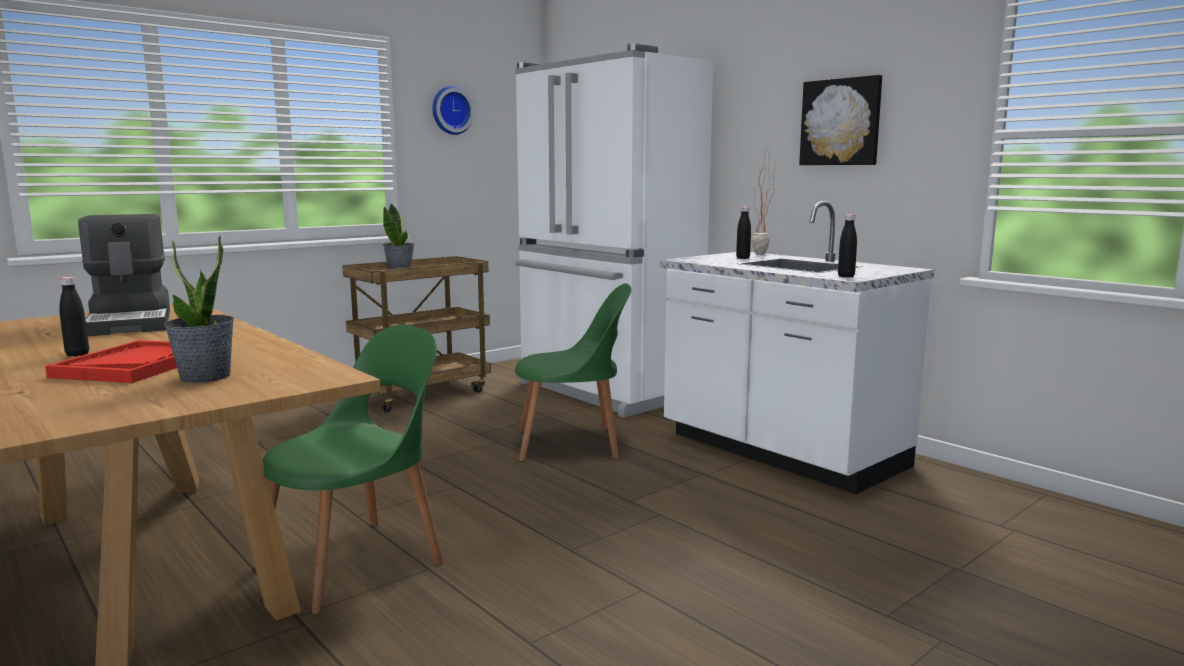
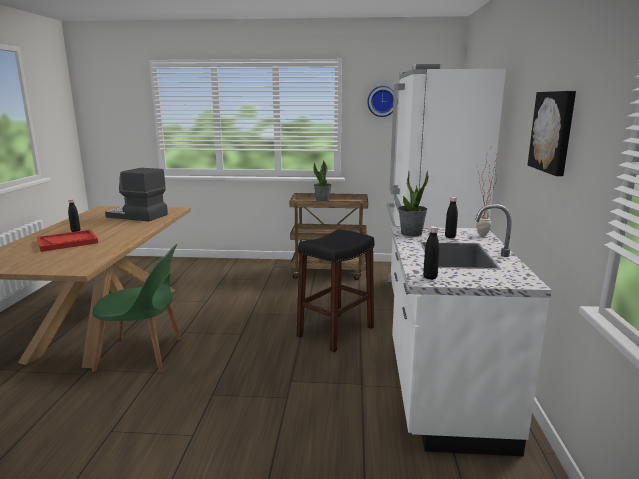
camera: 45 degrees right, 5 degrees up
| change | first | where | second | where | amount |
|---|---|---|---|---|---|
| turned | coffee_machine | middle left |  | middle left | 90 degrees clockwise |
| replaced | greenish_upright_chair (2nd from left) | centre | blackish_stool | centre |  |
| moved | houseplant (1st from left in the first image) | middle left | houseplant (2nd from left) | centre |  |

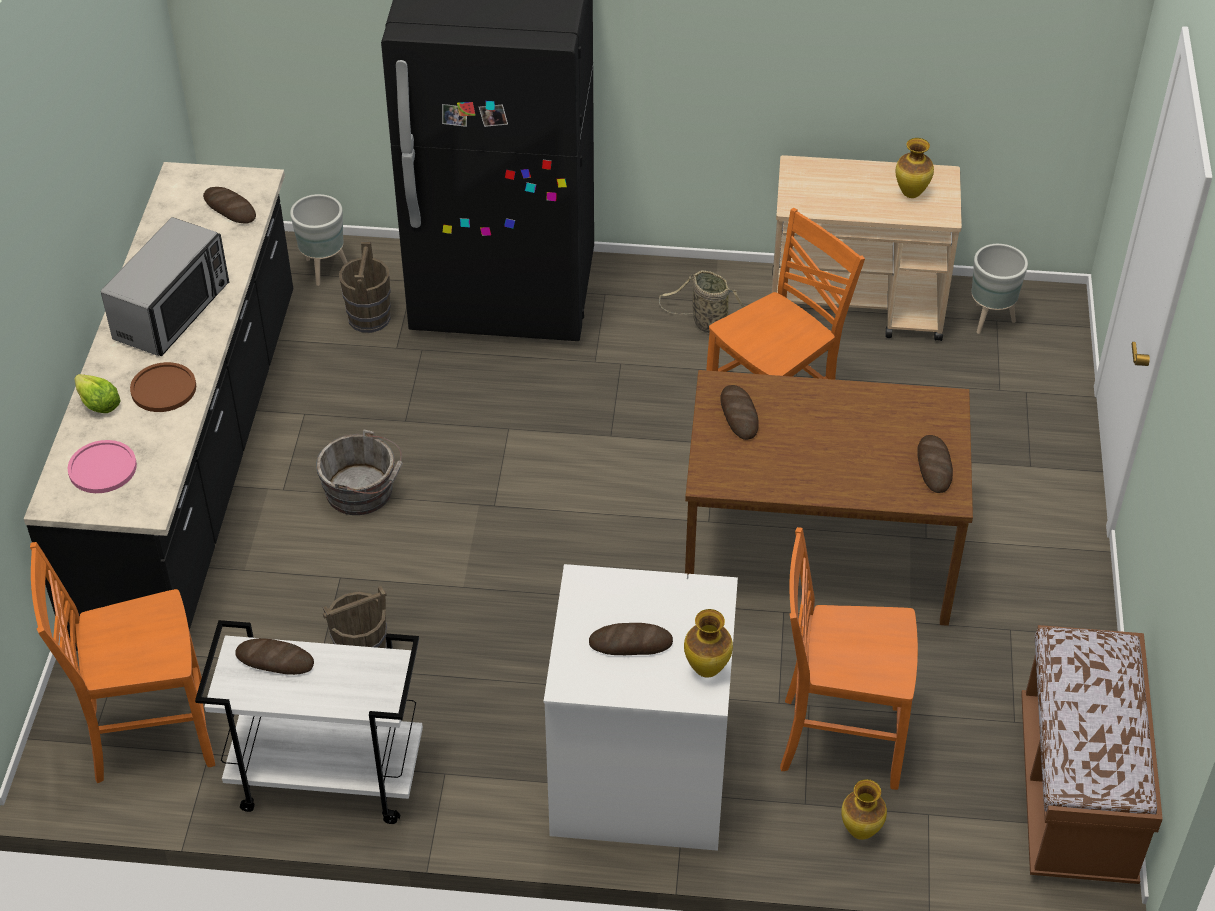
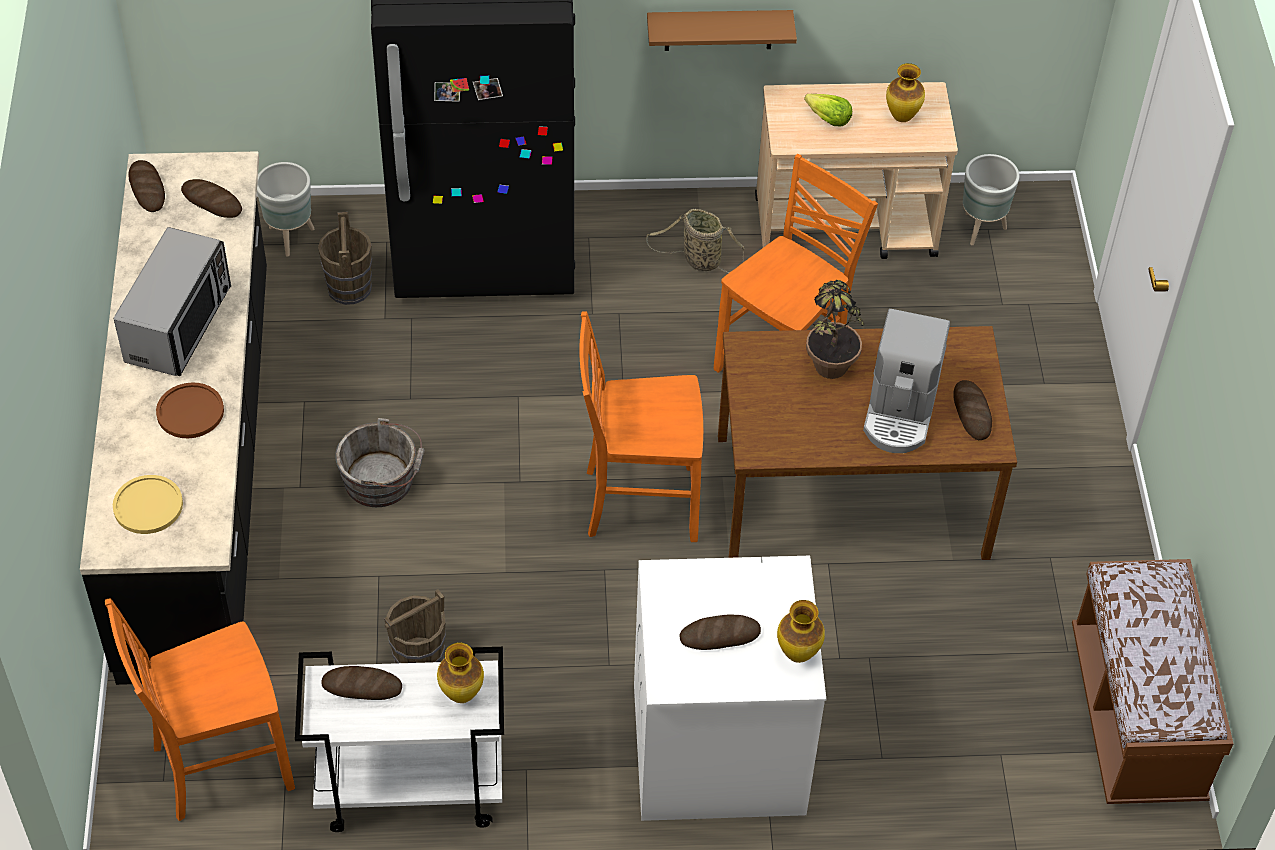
camera: 10 degrees left, 5 degrees up
| change | first | where | second | where | amount |
|---|---|---|---|---|---|
| recoloured | pinkish_dinner_plate | middle left | yellow-coloured_dinner_plate | middle left |  |
| moved | bakery_bread (4th from left in the first image) | centre | bakery_bread (1st from left) | top left |  |
| moved | flower_vase (2nd from left in the first image) | bottom right | flower_vase (1st from left) | bottom centre |  |
| moved | orangey_upright_chair (3rd from left in the first image) | bottom right | orangey_upright_chair (2nd from left) | centre |  |
| added |  |  | brownish_bracket_shelf | top centre |  |
| moved | lettuce_head | middle left |  | top centre |  |
| added |  |  | houseplant | centre |  |
| added |  |  | coffee_machine | middle right |  |

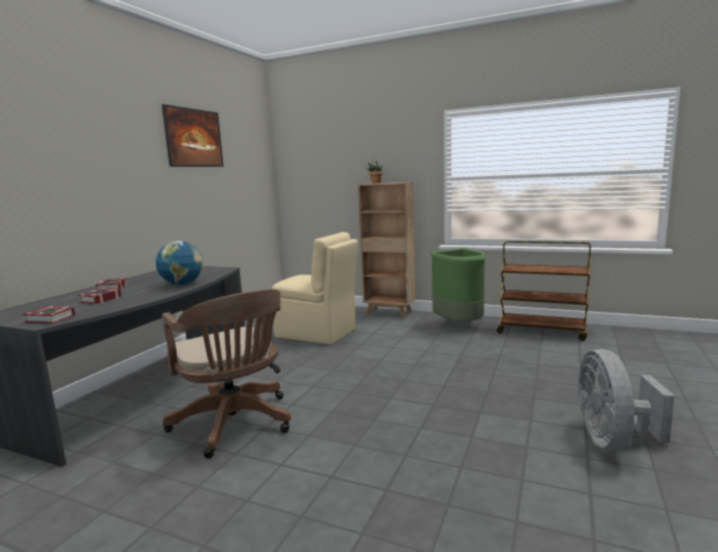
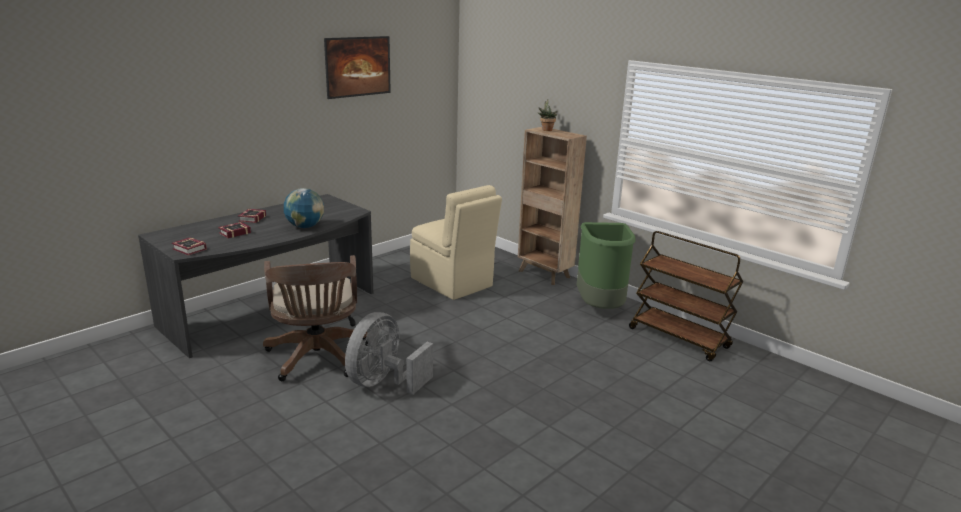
camera: 20 degrees right, 10 degrees up
| change | first | where | second | where | amount |
|---|---|---|---|---|---|
| moved | gray_cooling_fan | bottom right |  | bottom centre |  |

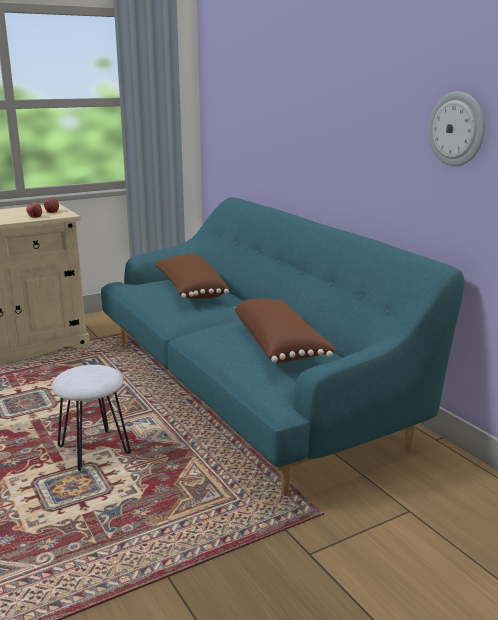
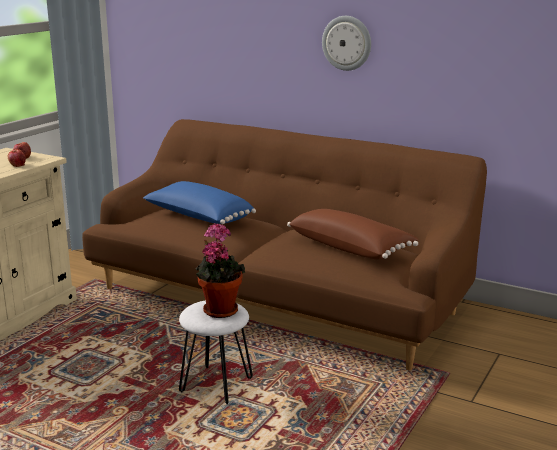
camera: 30 degrees left, 0 degrees up
| change | first | where | second | where | amount |
|---|---|---|---|---|---|
| recoloured | turquoise-coloured_settee | centre | brownish_settee | centre |  |
| recoloured | brownish_cushion (1st from left) | centre | bluish_cushion | centre |  |
| added |  |  | houseplant | centre |  |
| moved | hanging_clock | top right |  | top centre |  |

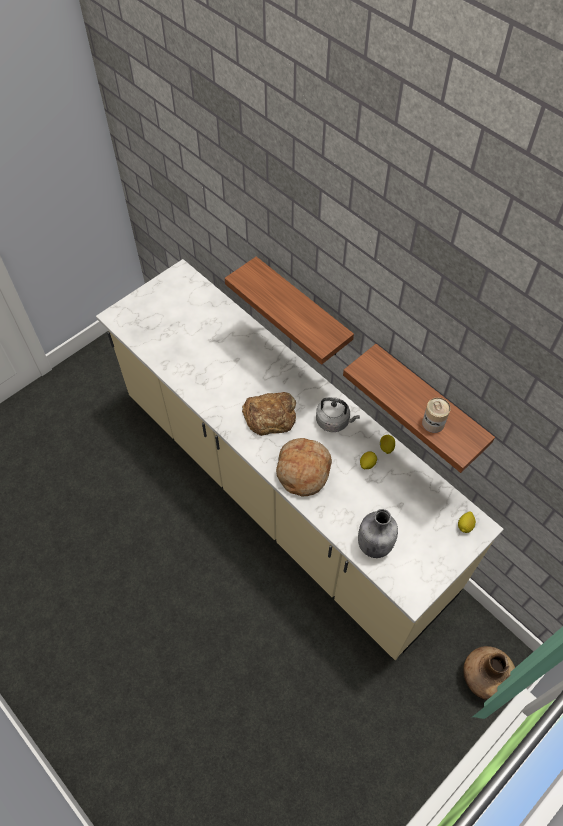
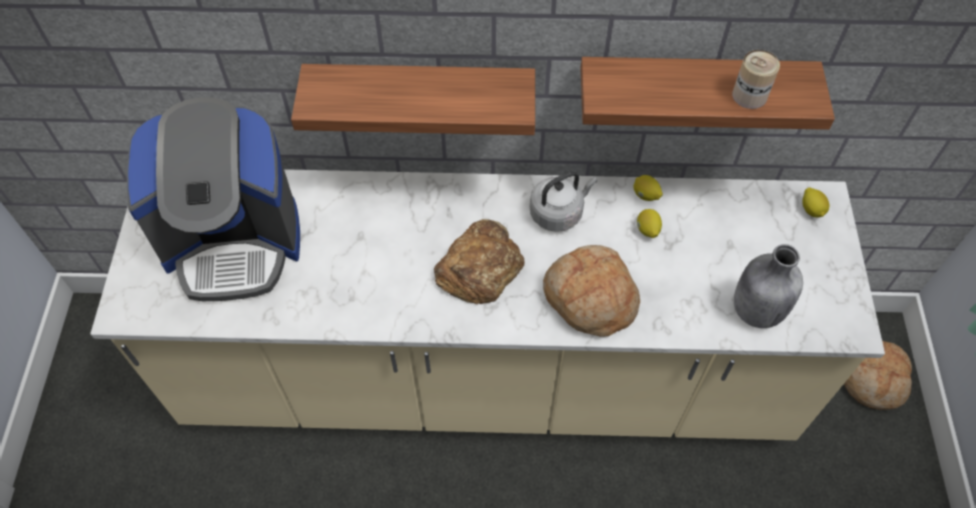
camera: 45 degrees left, 0 degrees up
| change | first | where | second | where | amount |
|---|---|---|---|---|---|
| added |  |  | coffee_machine | middle left |  |
| replaced | brownish_flower_vase | bottom right | bakery_bread (3rd from left) | bottom right |  |

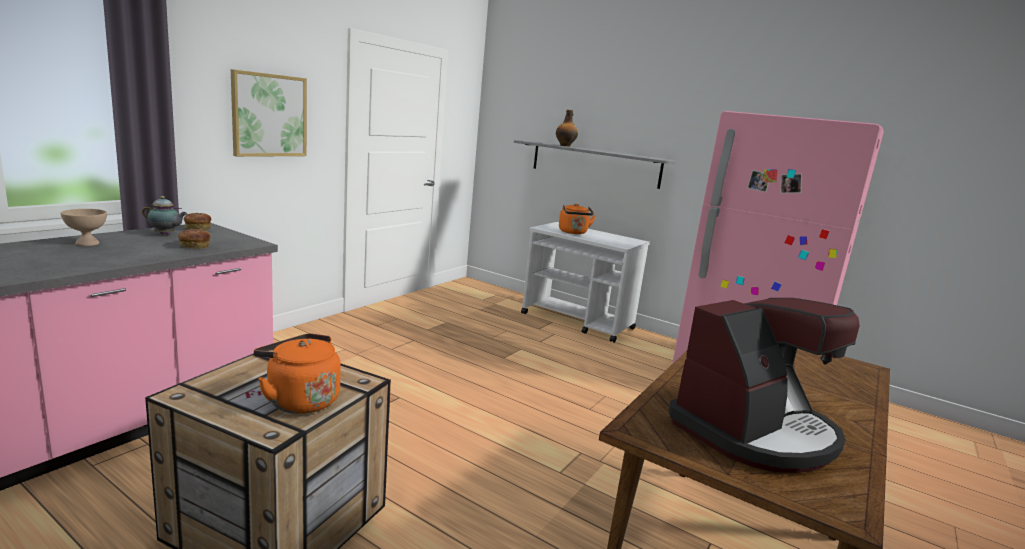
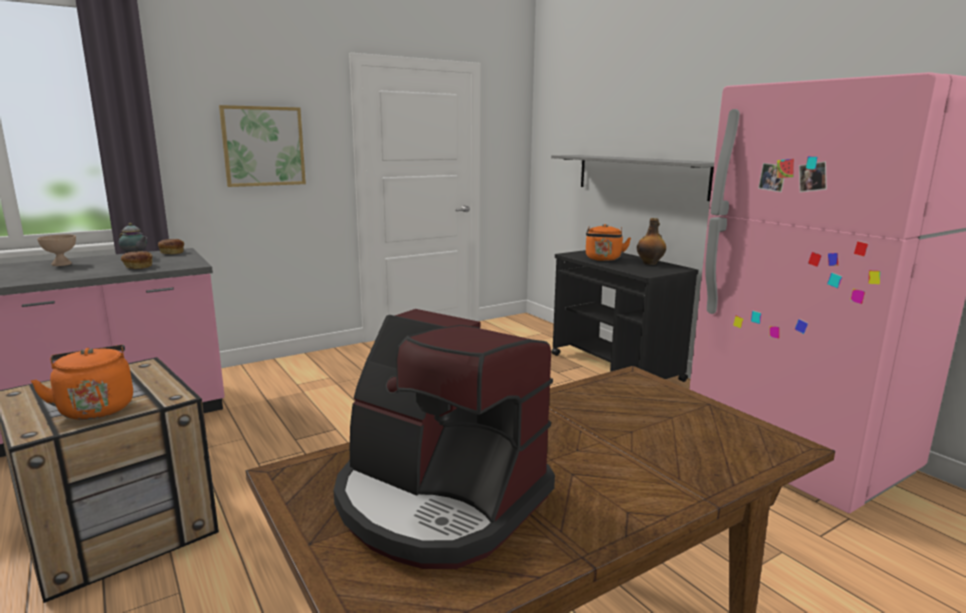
camera: 25 degrees right, 0 degrees up
| change | first | where | second | where | amount |
|---|---|---|---|---|---|
| turned | coffee_machine | bottom right |  | bottom centre | 45 degrees clockwise |
| recoloured | whitish_cart | centre | blackish_cart | centre |  |
| moved | drink_bottle | top centre |  | middle right |  |

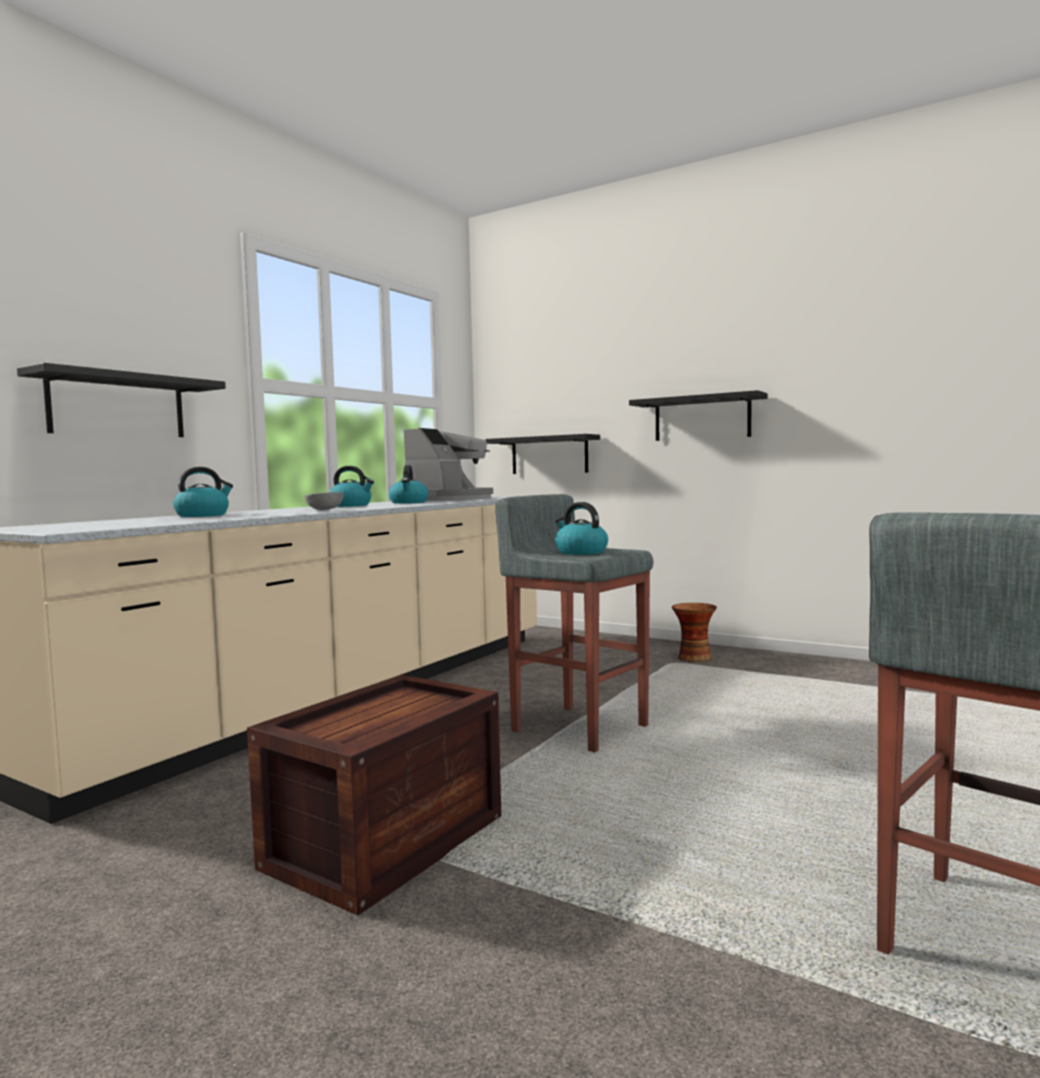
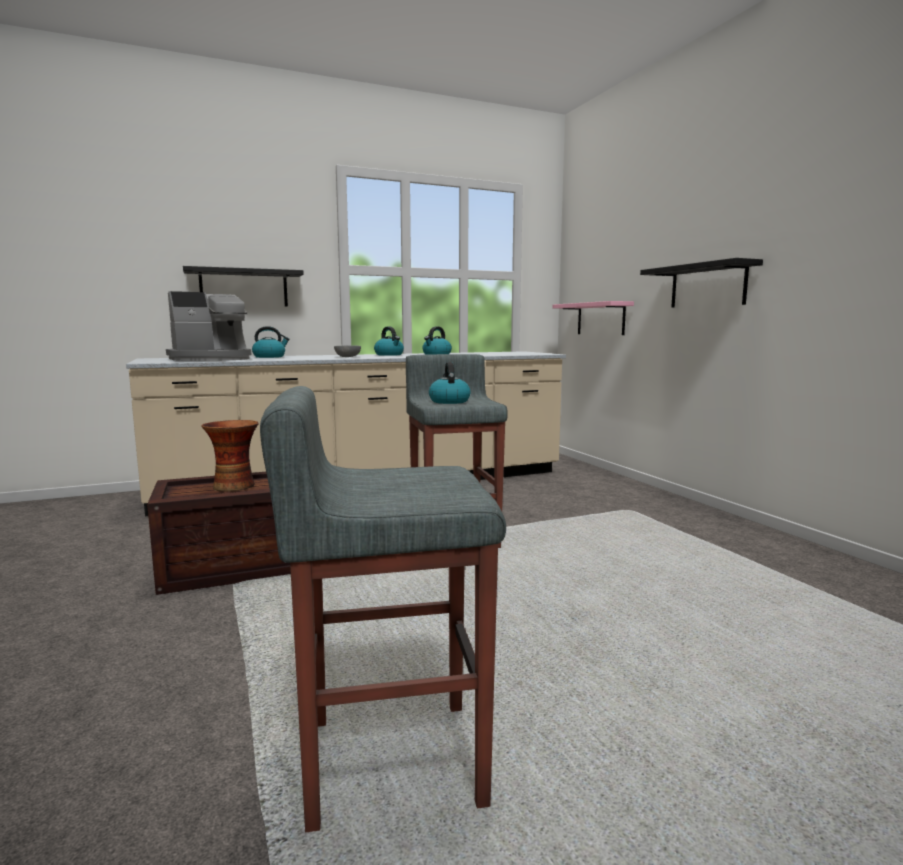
camera: 35 degrees right, 5 degrees up
| change | first | where | second | where | amount |
|---|---|---|---|---|---|
| moved | coffee_machine | centre |  | middle left |  |
| moved | flower_vase | middle right |  | middle left |  |
| recoloured | blackish_bracket_shelf (2nd from left) | centre | pinkish_bracket_shelf | centre |  |

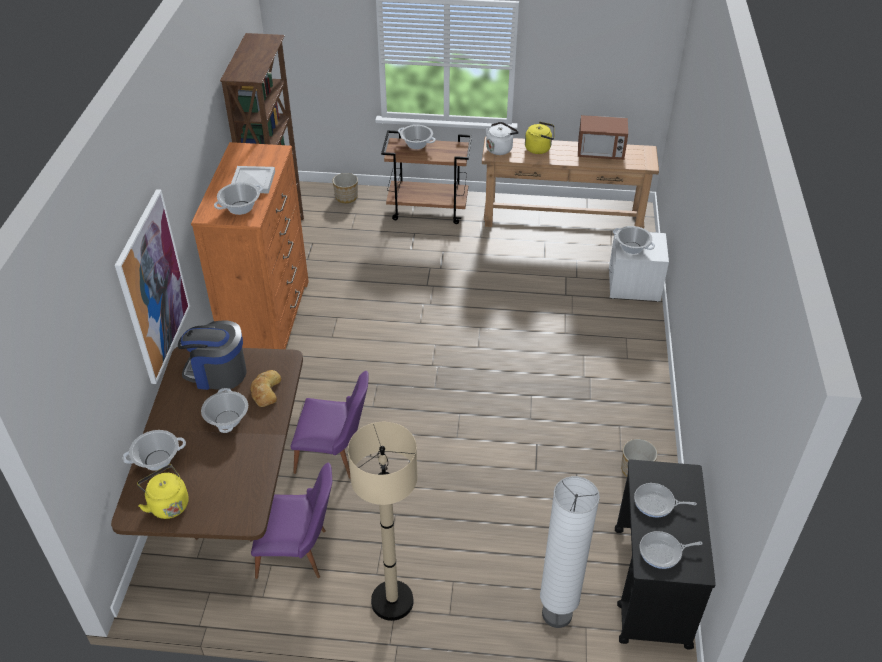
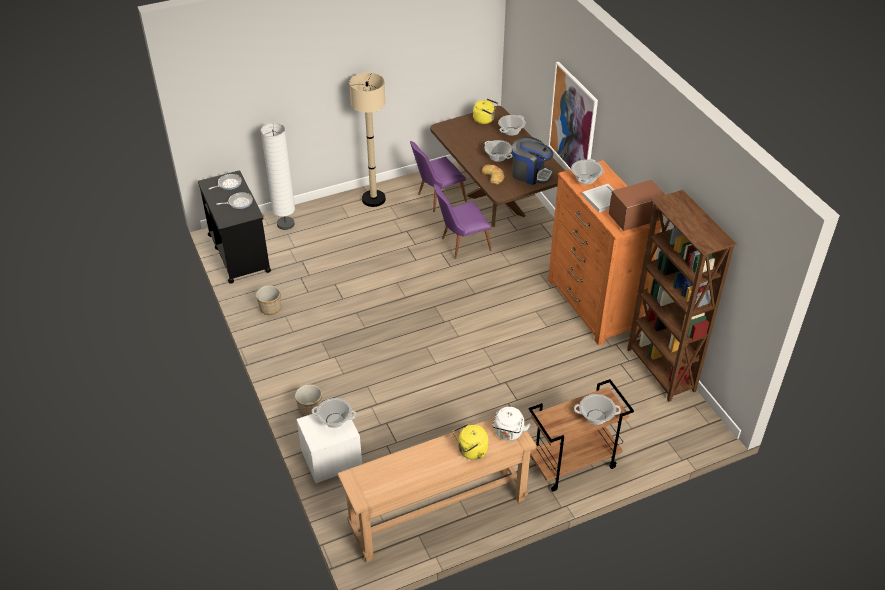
camera: 150 degrees right, 0 degrees up
| change | first | where | second | where | amount |
|---|---|---|---|---|---|
| moved | flower_pot (1st from left in the first image) | top centre | flower_pot (2nd from left) | bottom centre |  |
| turned | coffee_machine | middle left |  | top centre | 45 degrees clockwise |
| moved | kitchen_microwave | top right |  | middle right |  |

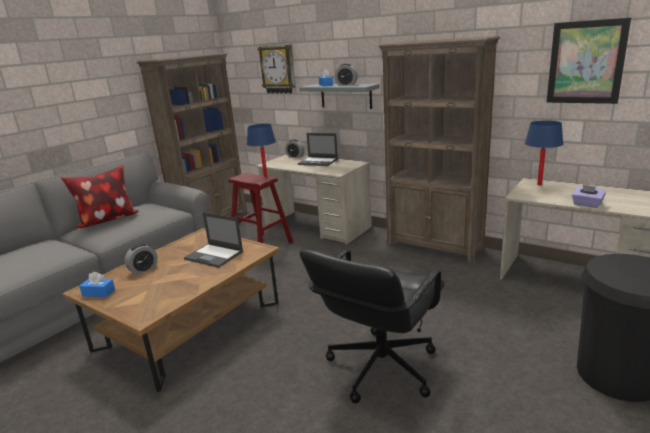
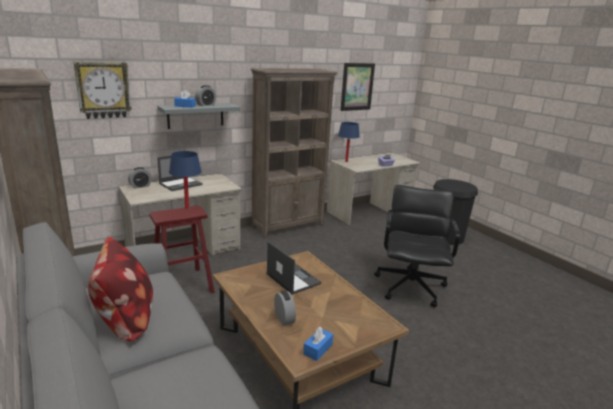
camera: 70 degrees left, 0 degrees up
| change | first | where | second | where | amount |
|---|---|---|---|---|---|
| turned | portable_computer (1st from left in the first image) | middle left | portable_computer (2nd from left) | centre | 90 degrees counterclockwise |
| turned | blackish_computer_chair | bottom centre |  | middle right | 135 degrees counterclockwise |

